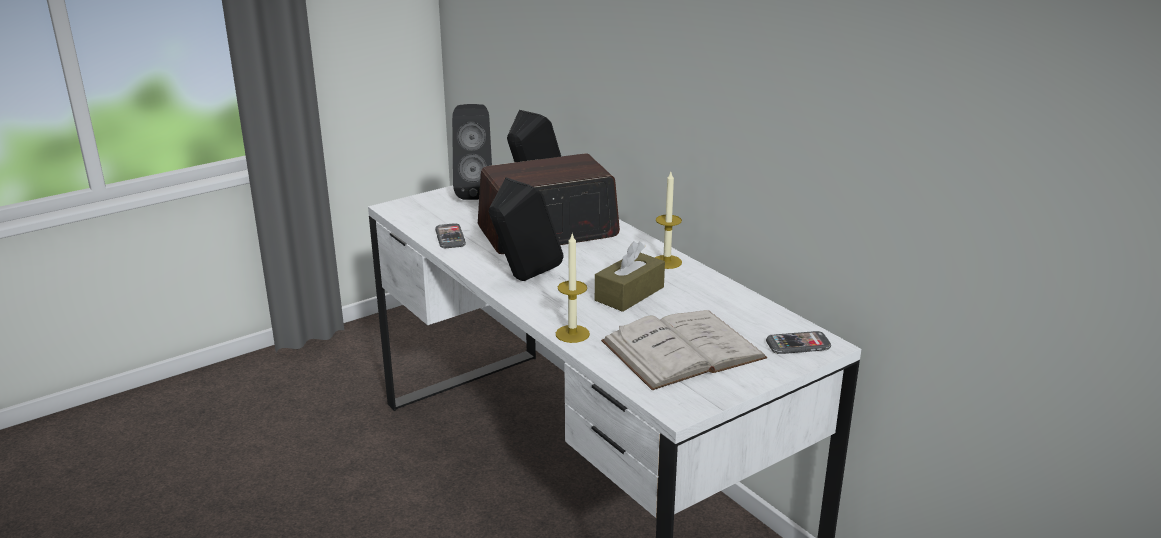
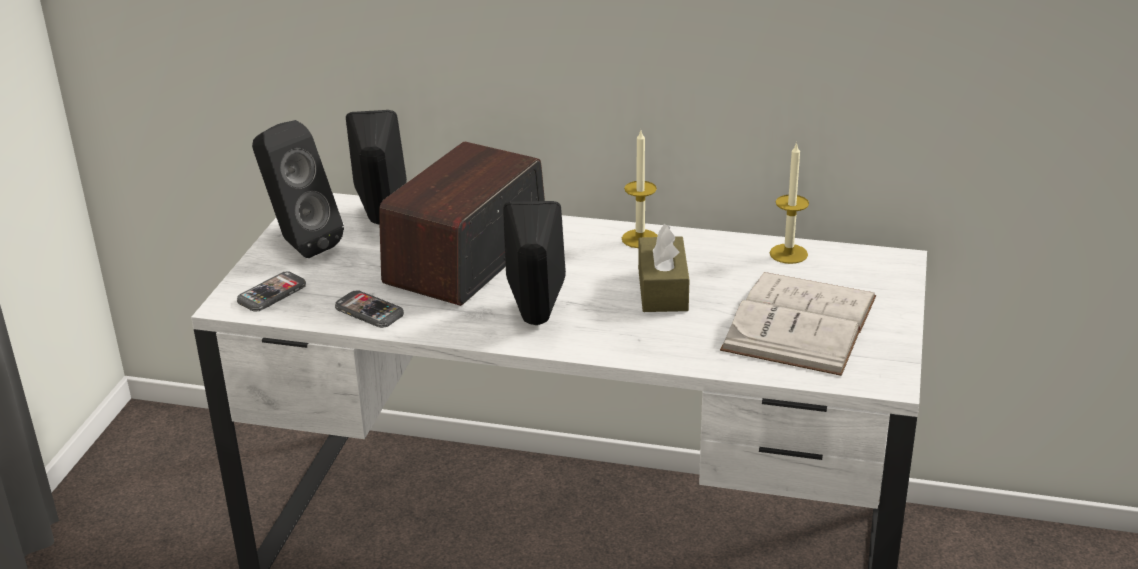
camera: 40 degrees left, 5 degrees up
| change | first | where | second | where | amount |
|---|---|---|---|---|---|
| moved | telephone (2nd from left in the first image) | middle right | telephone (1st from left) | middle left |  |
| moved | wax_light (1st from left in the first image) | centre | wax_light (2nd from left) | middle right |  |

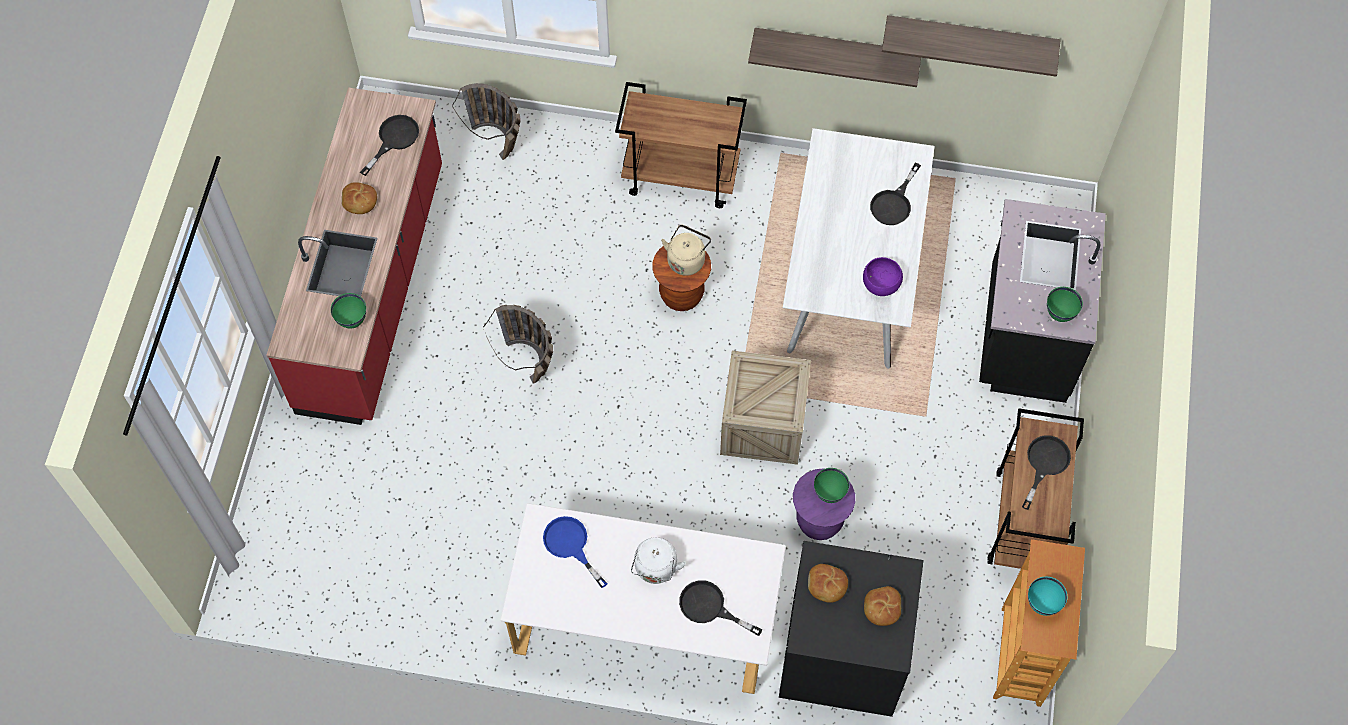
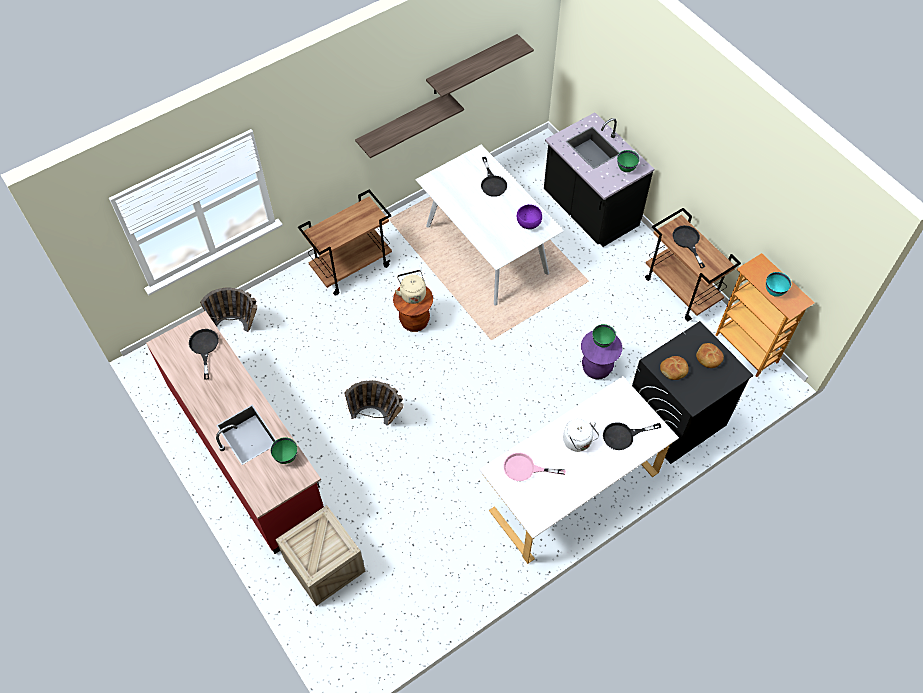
camera: 45 degrees left, 5 degrees down
| change | first | where | second | where | amount |
|---|---|---|---|---|---|
| moved | crate | centre |  | bottom centre |  |
| recoloured | bluish_pan | bottom centre | pinkish_pan | bottom centre |  |
| removed | bakery_bread (1st from left) | top left |  |  |  |

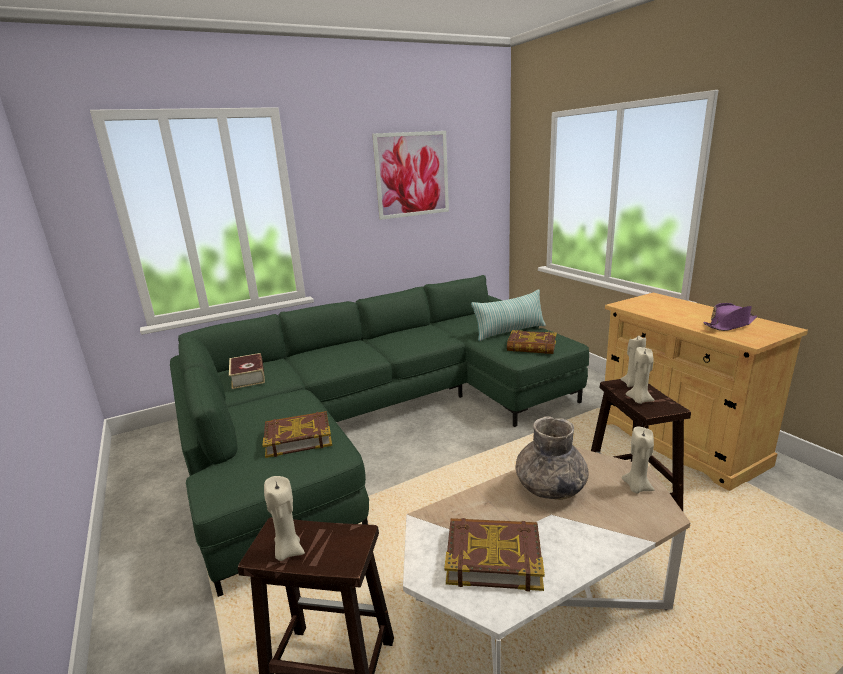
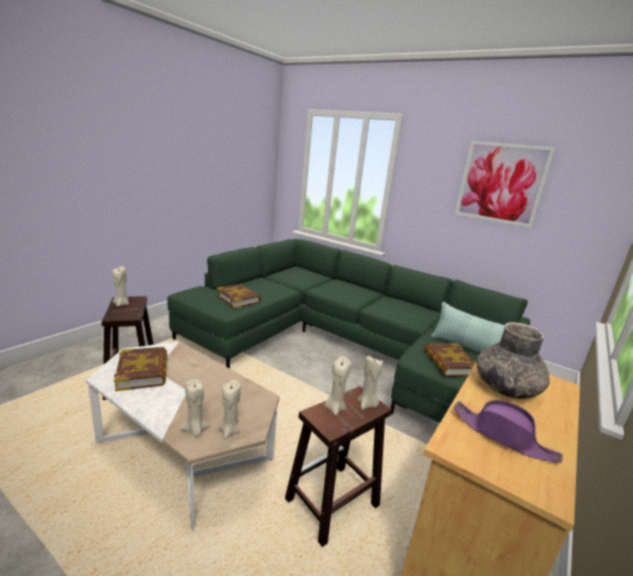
camera: 60 degrees right, 0 degrees up
| change | first | where | second | where | amount |
|---|---|---|---|---|---|
| added |  |  | sand-coloured_wax_light (2nd from left) | bottom left |  |
| moved | gray_flower_vase | bottom centre |  | middle right |  |
| removed | volume (1st from left) | middle left |  |  |  |

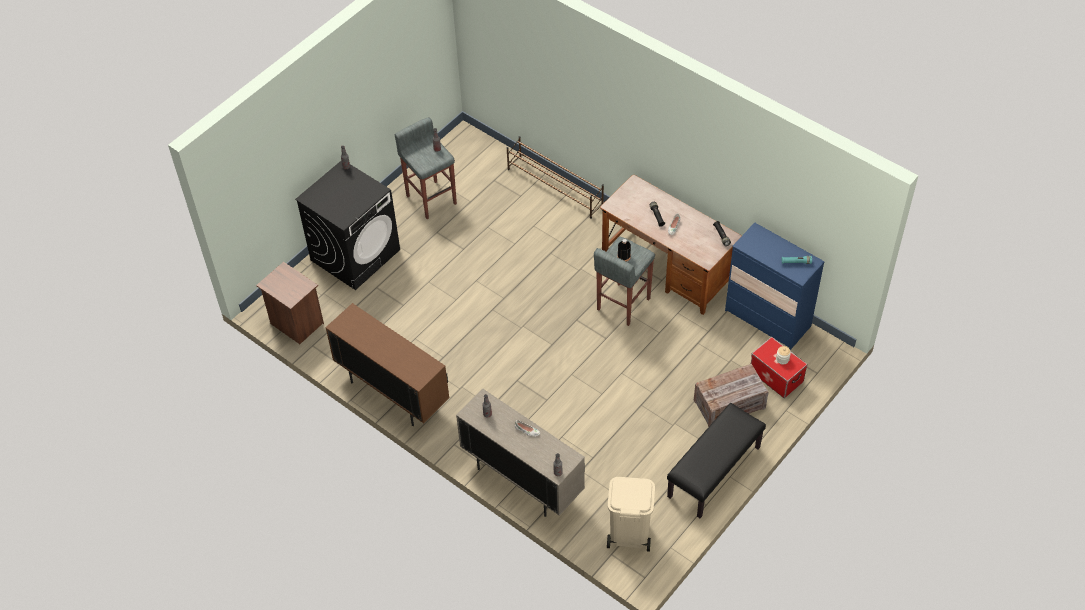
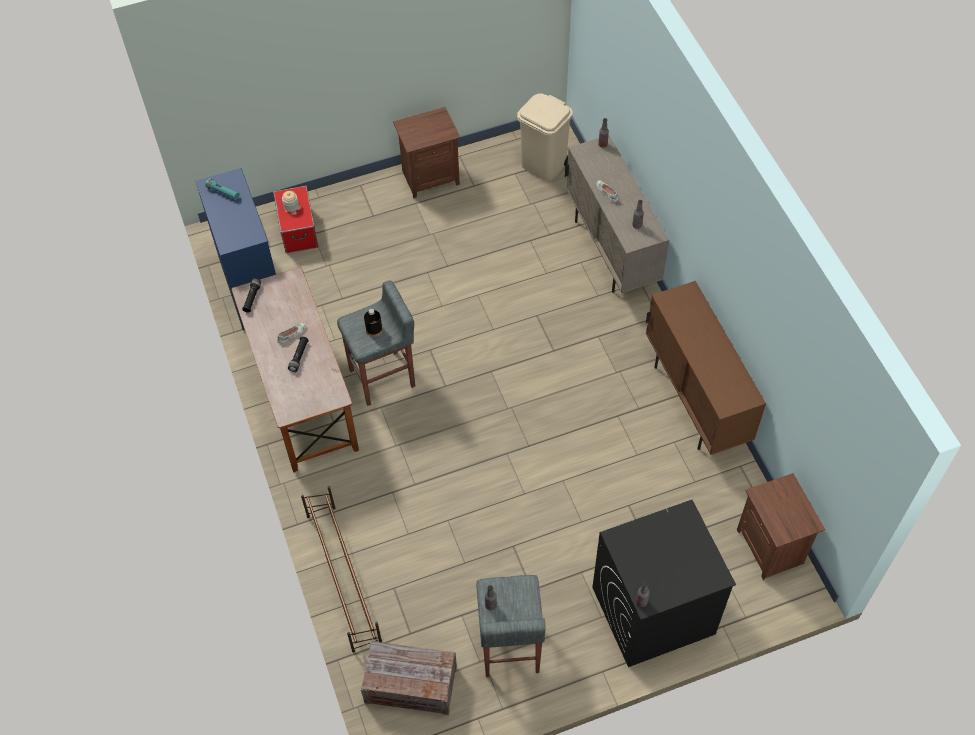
camera: 150 degrees left, 5 degrees up
| change | first | where | second | where | amount |
|---|---|---|---|---|---|
| moved | crate | middle right |  | bottom centre |  |
| replaced | blackish_long_seat | bottom centre | brownish_bedside_table (1st from left) | top centre |  |

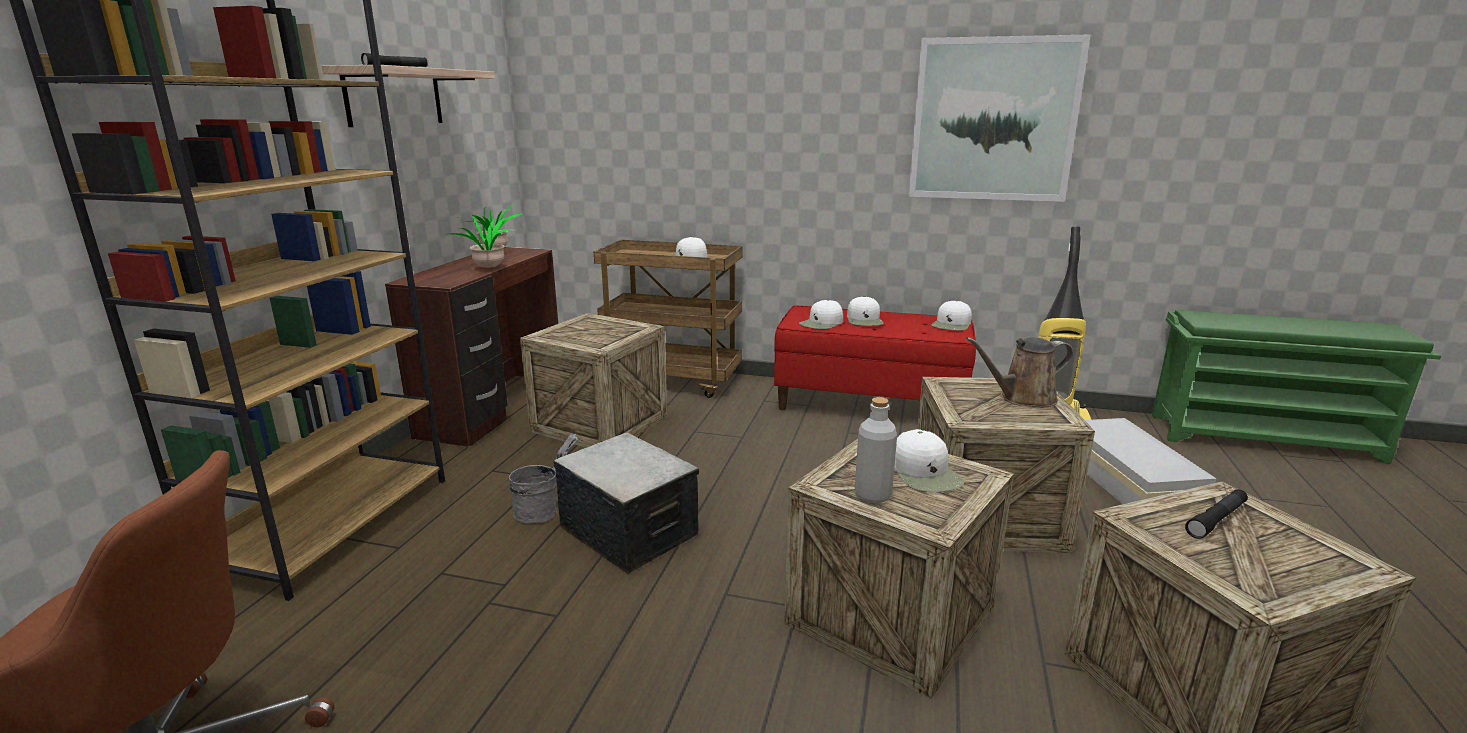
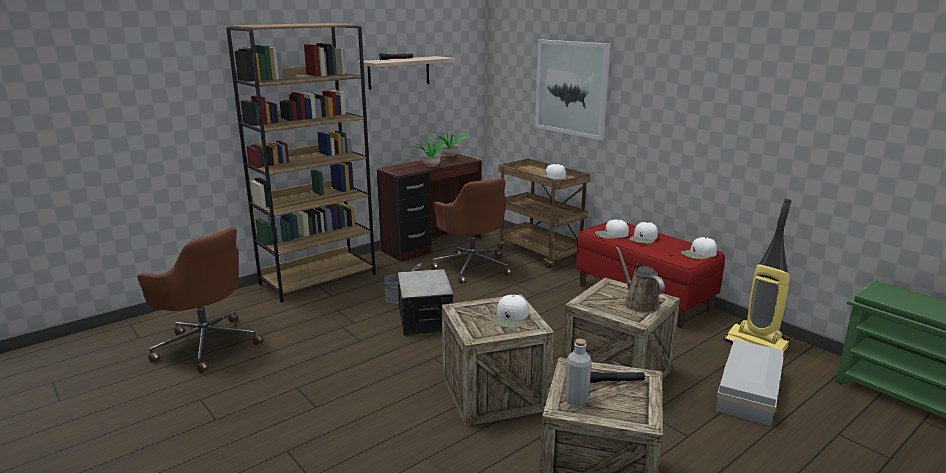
camera: 35 degrees right, 0 degrees up
| change | first | where | second | where | amount |
|---|---|---|---|---|---|
| replaced | crate (1st from left) | centre | brownish_computer_chair (2nd from left) | centre |  |
| moved | wall_art | top right |  | top centre |  |
| moved | gray_drink_bottle | centre |  | bottom centre |  |
| turned | brownish_watering_pot | middle right |  | middle right | 45 degrees clockwise |

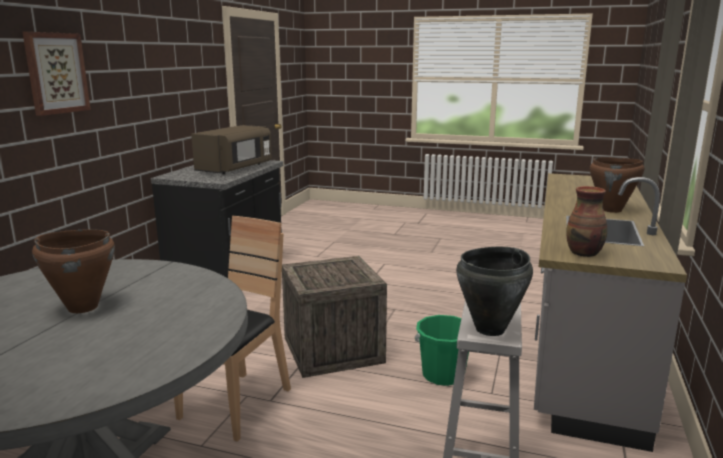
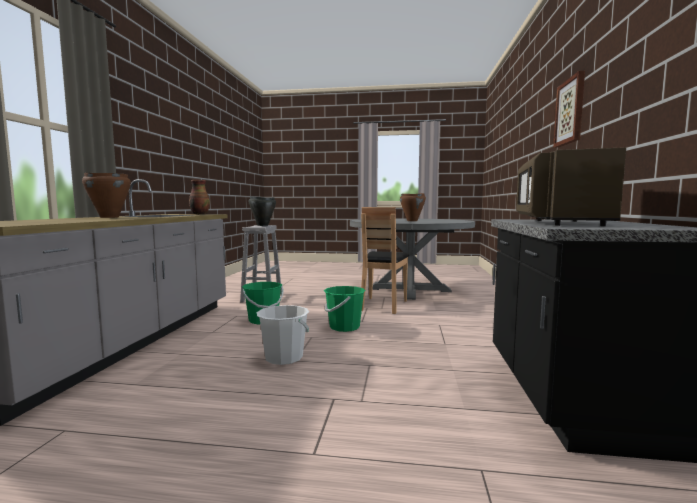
camera: 170 degrees right, 10 degrees down
| change | first | where | second | where | amount |
|---|---|---|---|---|---|
| added |  |  | whitish_bucket | centre |  |
| replaced | crate | bottom centre | greenish_bucket (2nd from left) | centre |  |

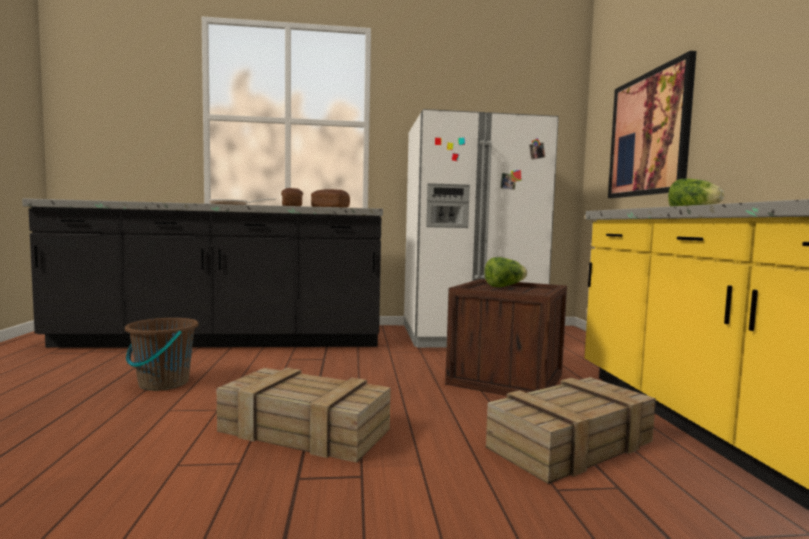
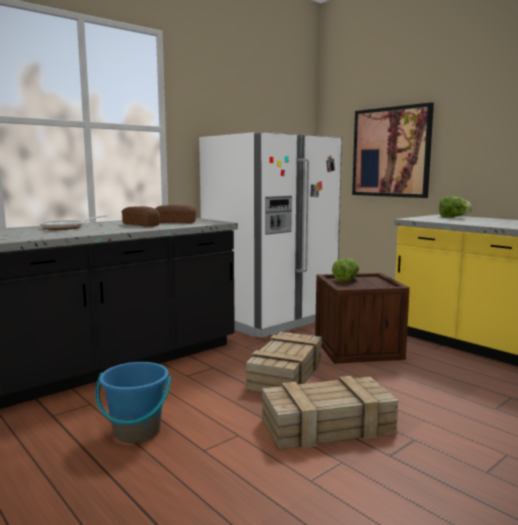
camera: 35 degrees left, 5 degrees up
| change | first | where | second | where | amount |
|---|---|---|---|---|---|
| recoloured | brownish_bucket | middle left | bluish_bucket | bottom left |  |
| moved | crate (3rd from left in the first image) | bottom right | crate (1st from left) | bottom centre |  |

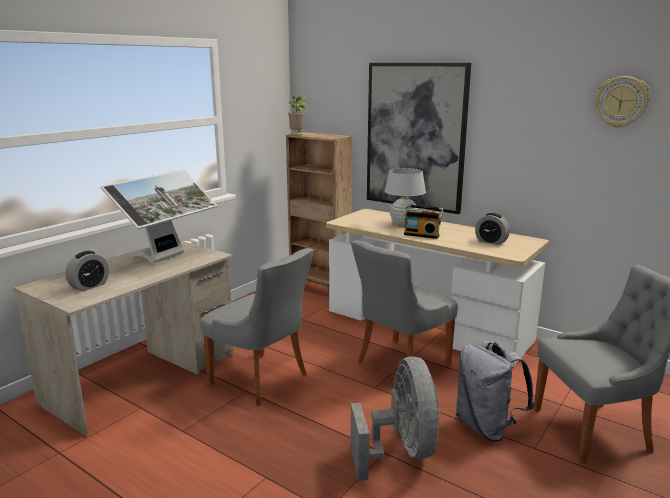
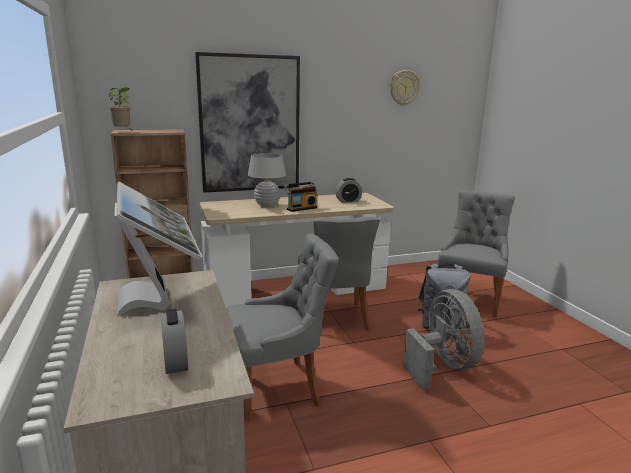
camera: 55 degrees left, 0 degrees up
| change | first | where | second | where | amount |
|---|---|---|---|---|---|
| turned | gray_cooling_fan | bottom centre |  | bottom right | 45 degrees clockwise |

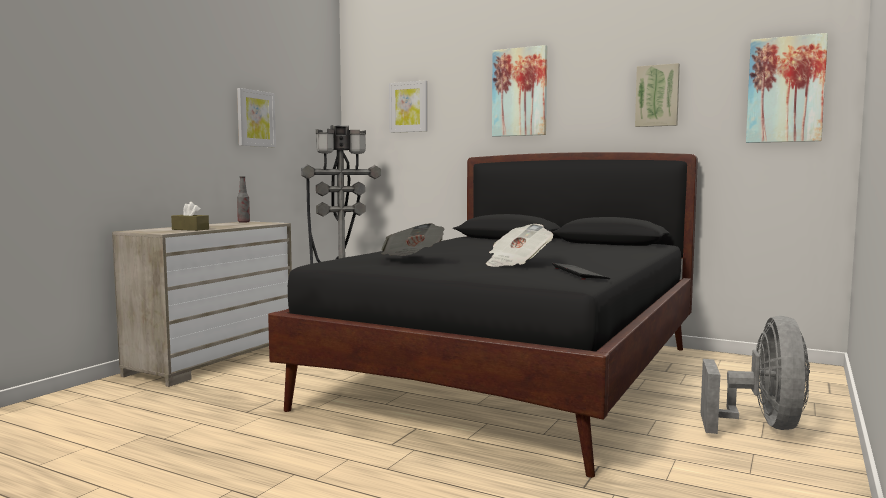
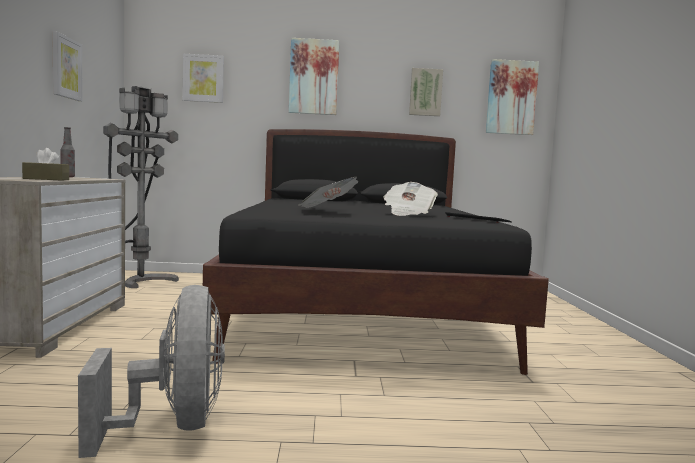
camera: 30 degrees left, 0 degrees up
| change | first | where | second | where | amount |
|---|---|---|---|---|---|
| moved | gray_cooling_fan | bottom right |  | bottom left |  |

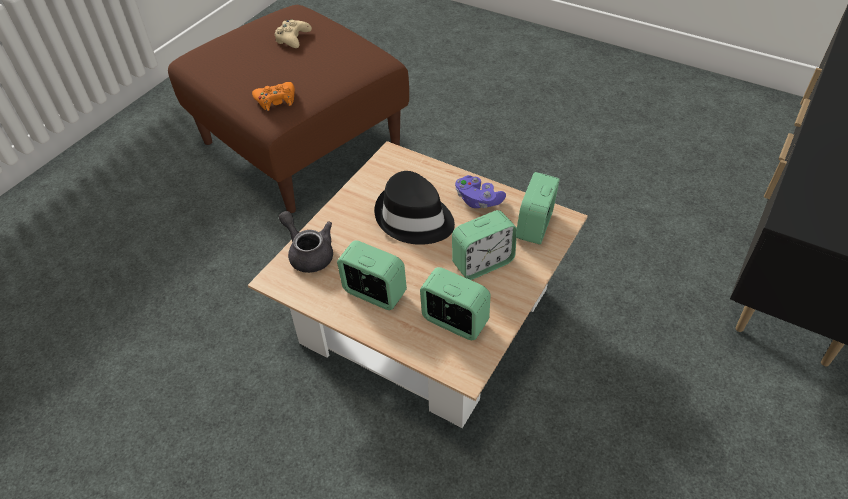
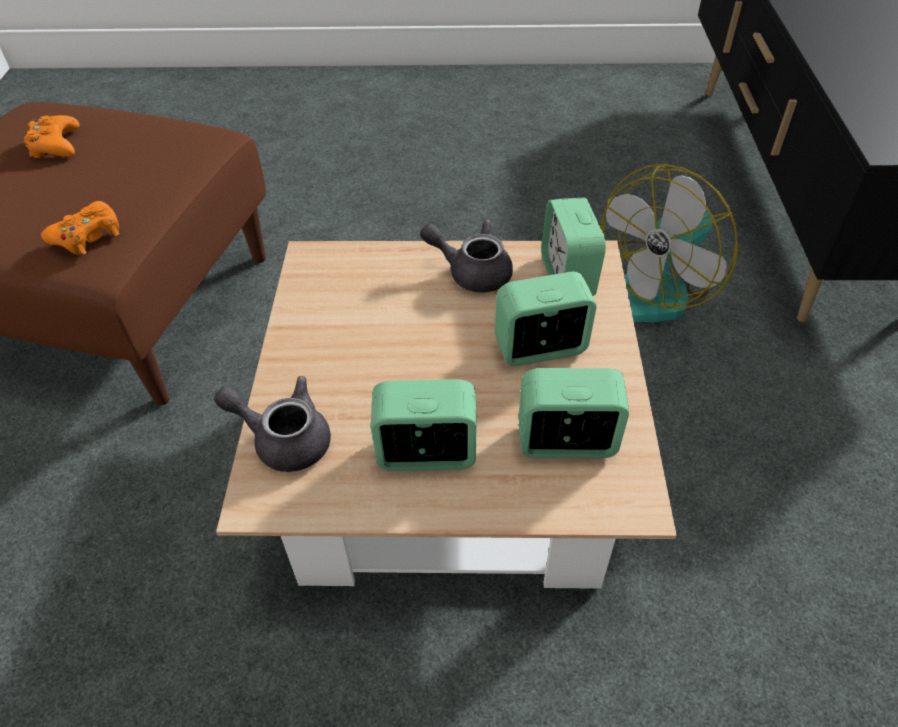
camera: 30 degrees left, 0 degrees up
| change | first | where | second | where | amount |
|---|---|---|---|---|---|
| recoloured | sand-coloured_gamepad | top centre | orangey_gamepad (1st from left) | top left |  |
| replaced | purple-coloured_gamepad | centre | gray_teapot (2nd from left) | centre |  |
| turned | alarm_clock (3rd from left in the first image) | centre | alarm_clock (2nd from left) | centre | 135 degrees counterclockwise |
| added |  |  | cooling_fan | middle right |  |
| removed | blackish_hat | centre |  |  |  |

